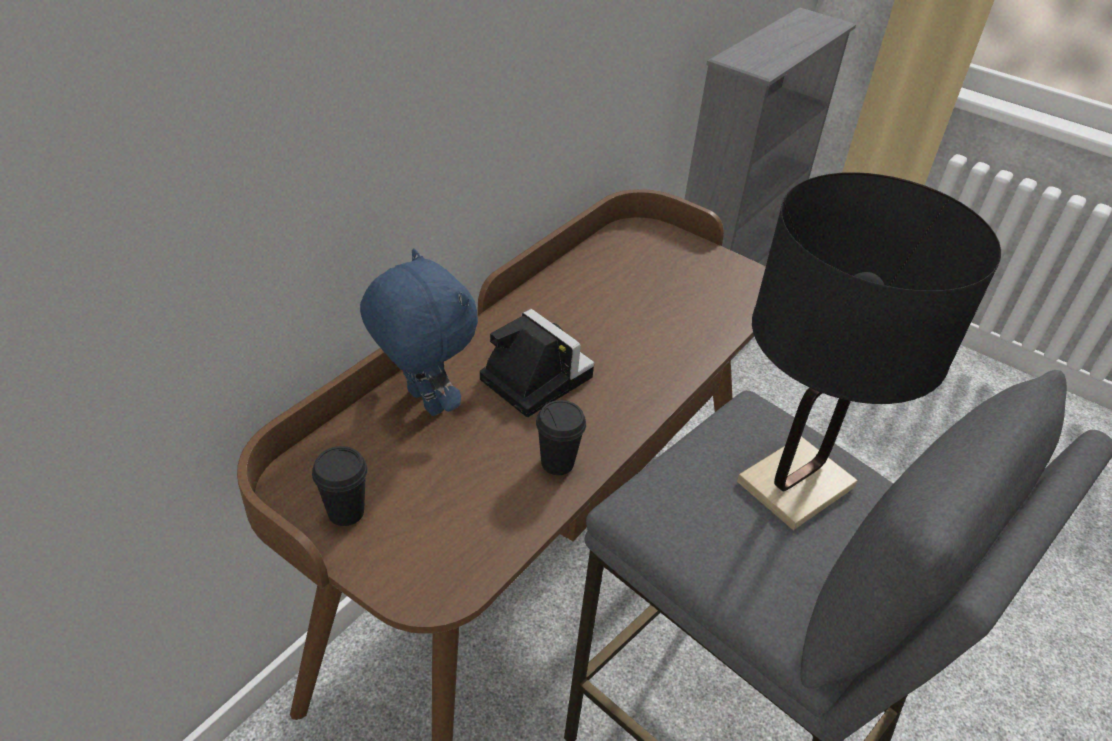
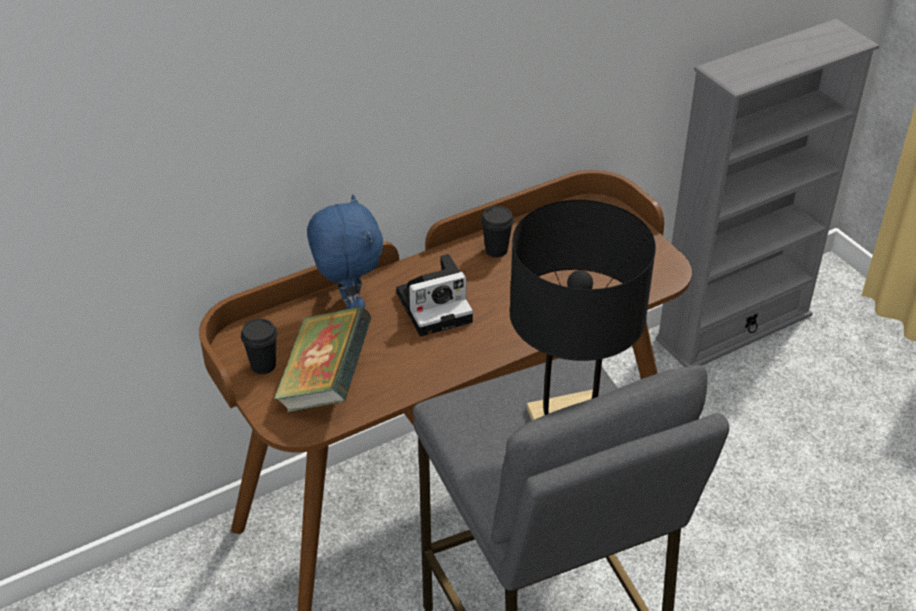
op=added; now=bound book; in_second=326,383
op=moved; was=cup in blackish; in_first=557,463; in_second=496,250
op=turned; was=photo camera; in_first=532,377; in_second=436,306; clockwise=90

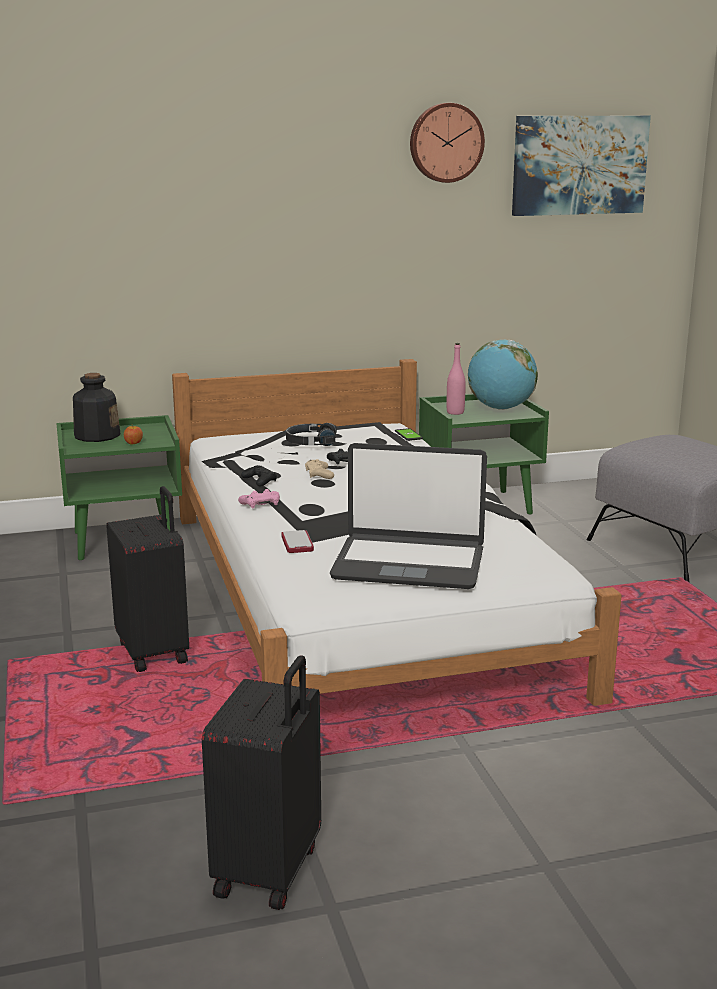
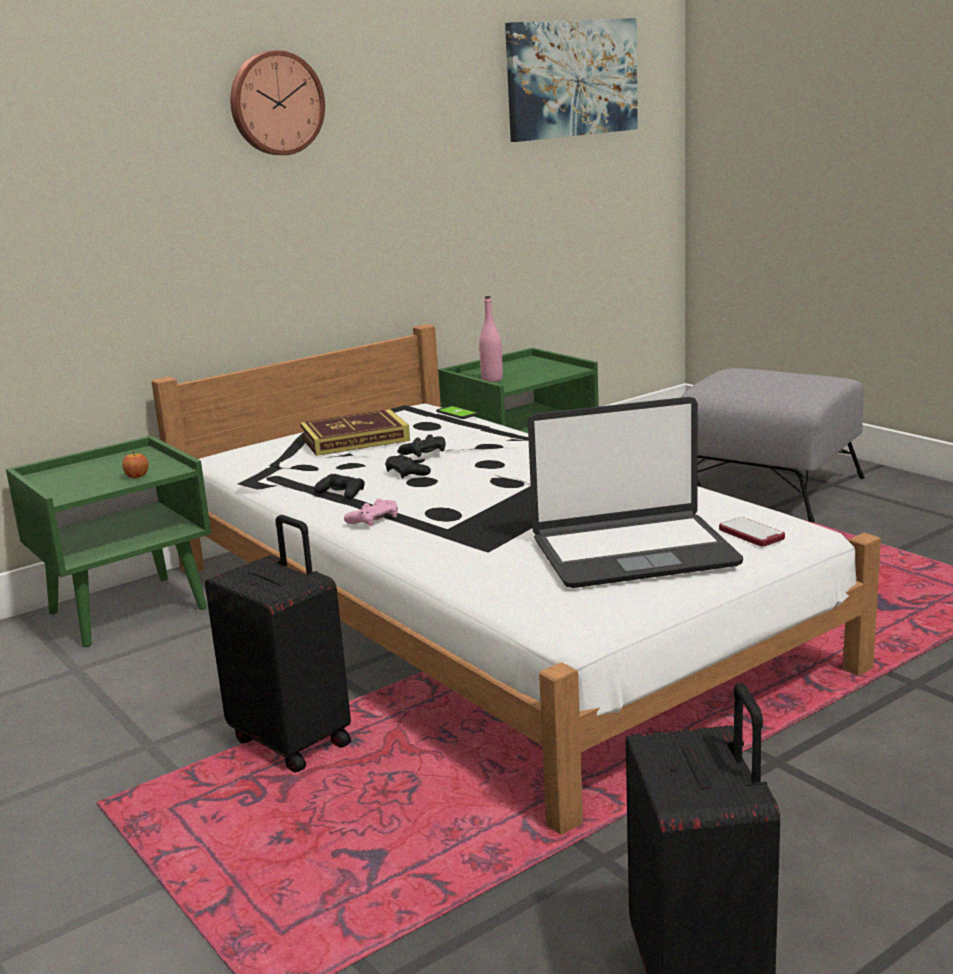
op=removed; was=bottle; in_first=96,436
op=removed; was=globe; in_first=501,408
op=moved; was=telephone; in_first=297,543; in_second=751,534
op=moved; was=hanging clock; in_first=445,142; in_second=275,103
op=replaced; was=headphones in blackish; now=bound book; in_first=311,442; in_second=355,439
op=recoloured; was=joypad in beige-coloured; now=joypad in blackish; in_first=319,474; in_second=407,472

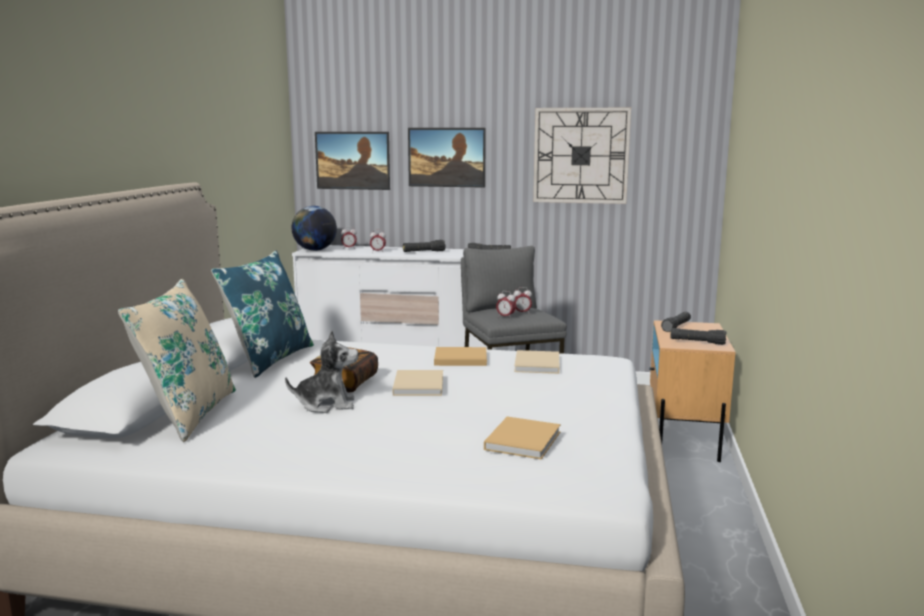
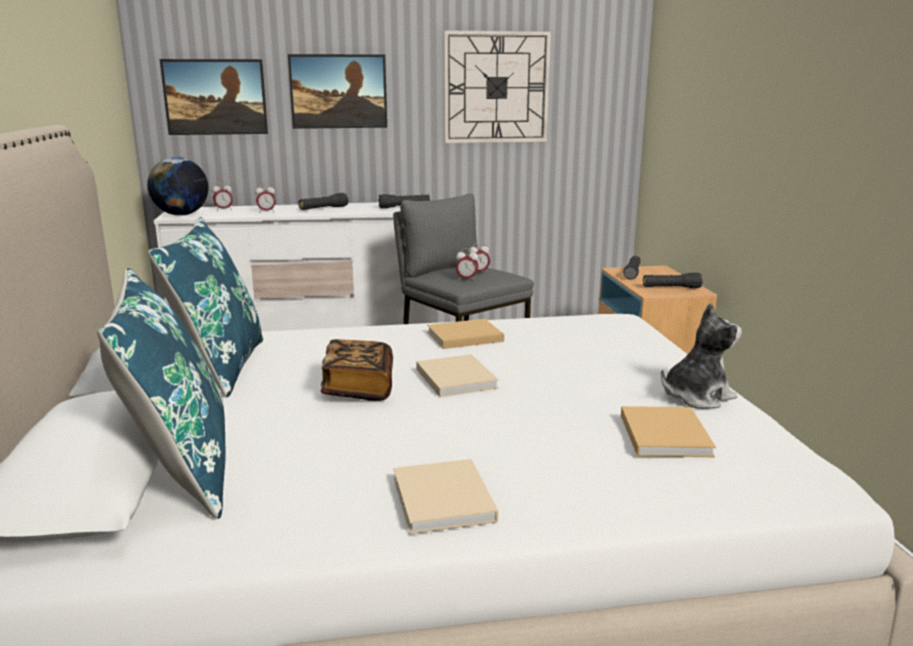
op=moved; was=cuddly toy; in_first=326,404; in_second=696,397
op=moved; was=bound book in beige-coloured; in_first=537,365; in_second=444,501
op=recoloured; was=throw pillow in beige-coloured; now=throw pillow in bluish; in_first=188,414; in_second=181,470

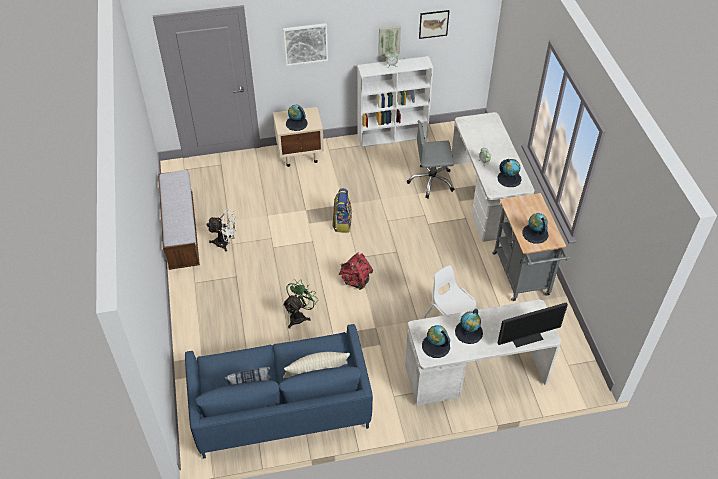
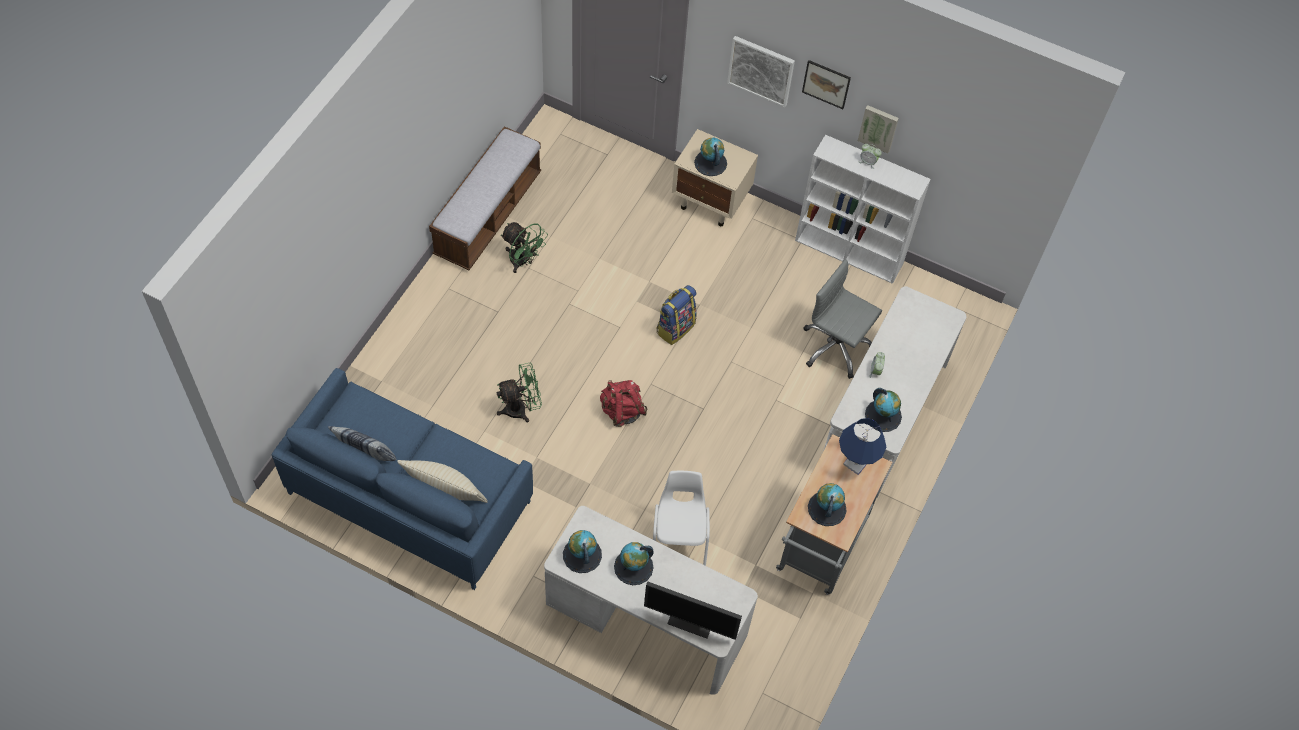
op=added; now=tabletop lamp in bluish; in_second=855,463
op=moved; was=picture; in_first=433,24; in_second=826,84
op=recoloured; was=electric fan in whitish; now=electric fan in green-coloured; in_first=225,243; in_second=523,262

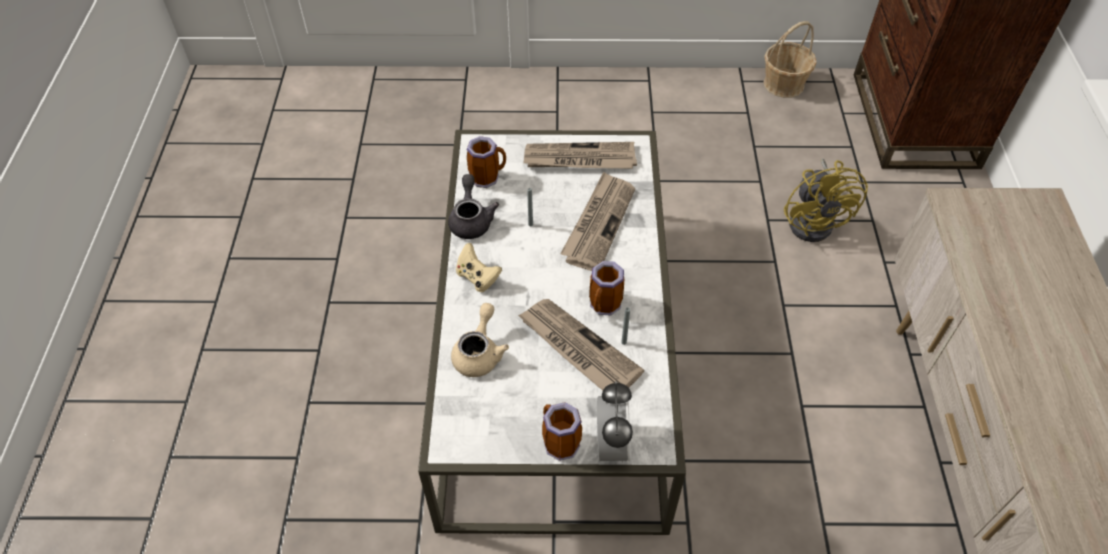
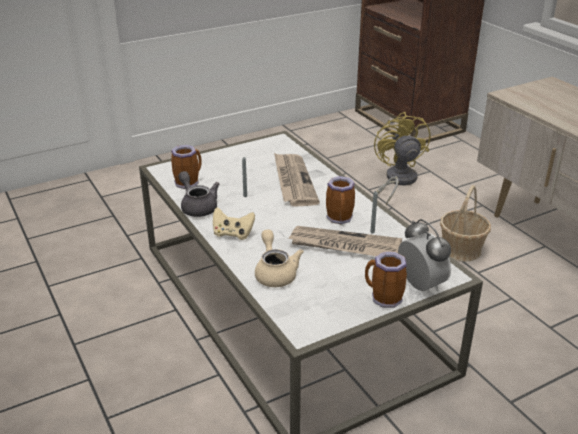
op=removed; was=printed paper; in_first=579,159
op=moved; was=basket; in_first=784,84; in_second=461,249
op=turned; was=electric fan in yellow; in_first=815,221; in_second=397,181; clockwise=-150

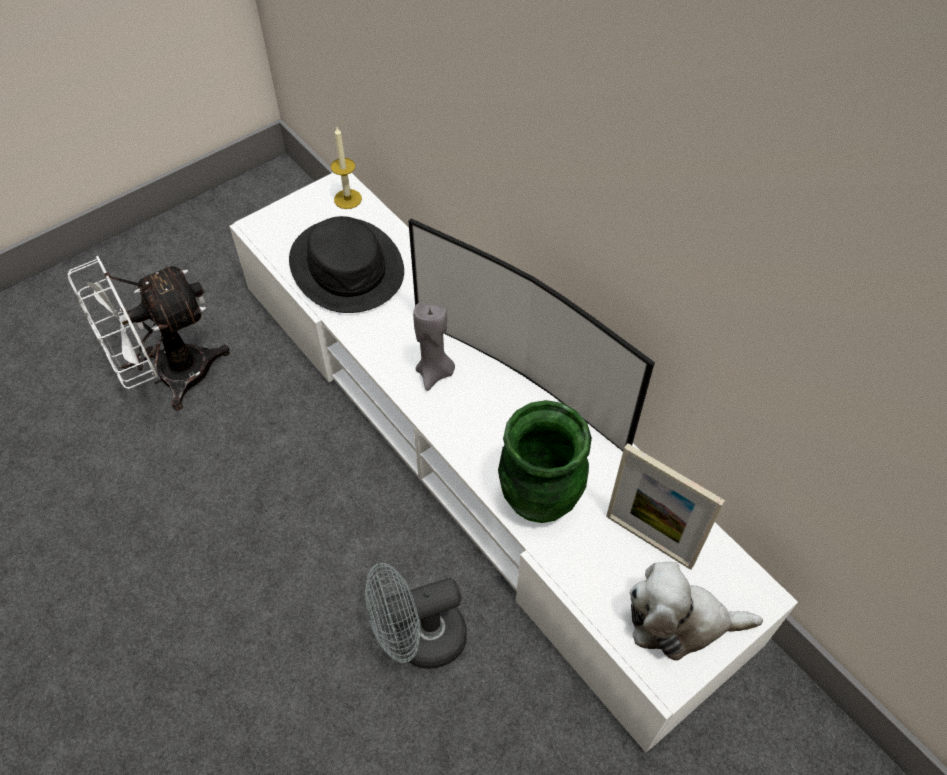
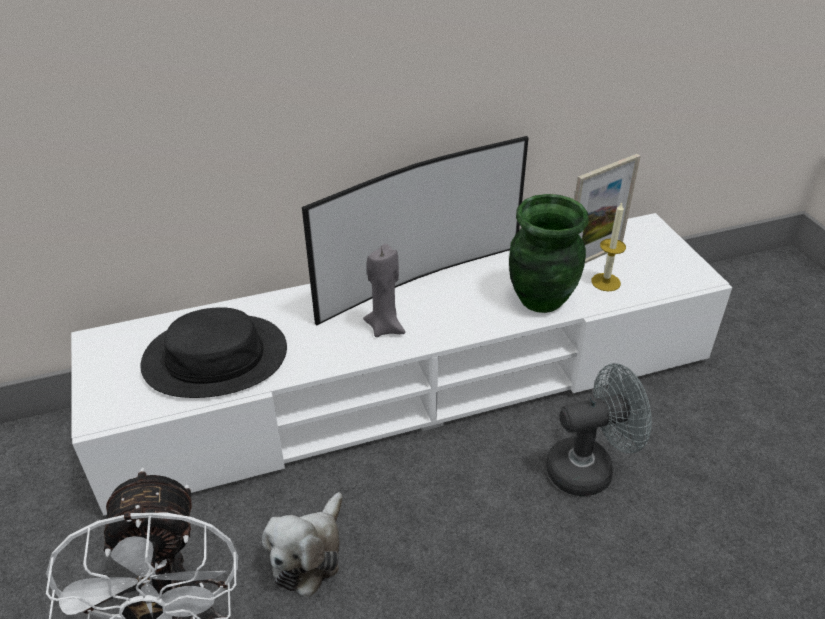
op=moved; was=candle; in_first=348,199; in_second=605,282
op=moved; was=cuddly toy; in_first=680,621; in_second=309,554
op=turned; was=electric fan in greyish; in_first=419,639; in_second=589,468; clockwise=-105

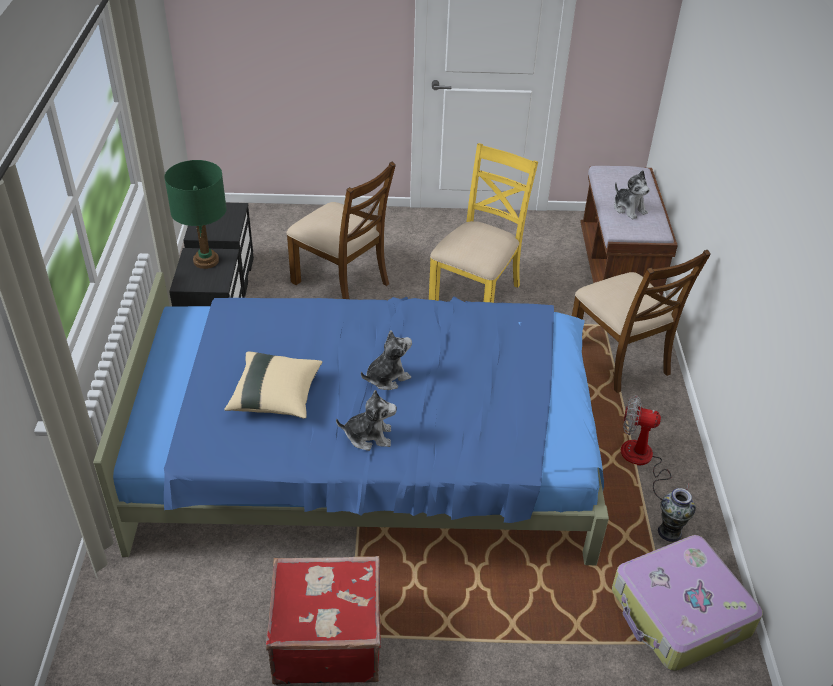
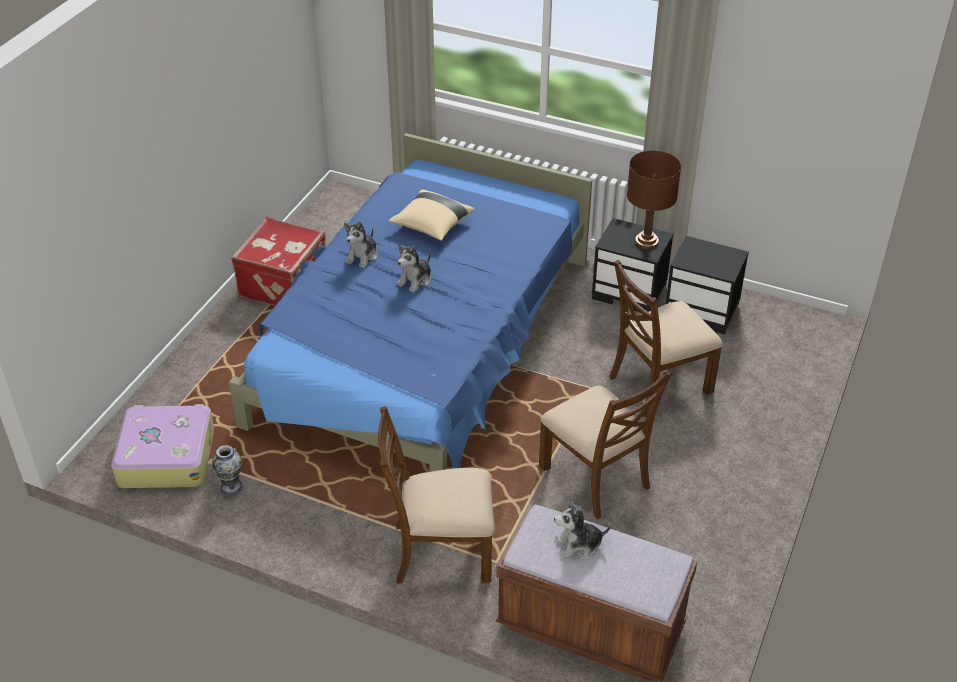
op=removed; was=electric fan; in_first=643,462
op=recoloured; was=tabletop lamp in green-coloured; now=tabletop lamp in brown-coloured; in_first=206,261; in_second=646,242
op=recoloured; was=chair in yellow; now=chair in brown-coloured; in_first=476,294; in_second=596,477
op=turned; was=cuddly toy; in_first=387,378; in_second=415,280; clockwise=45

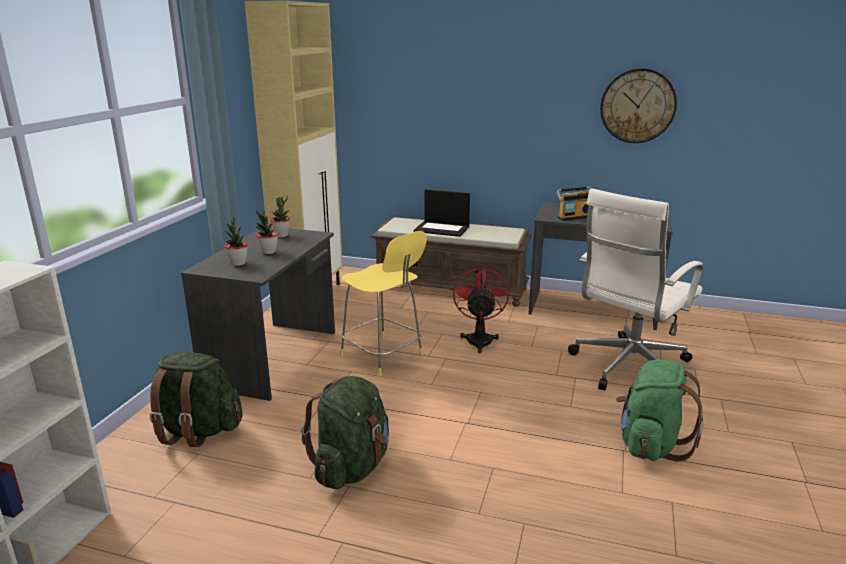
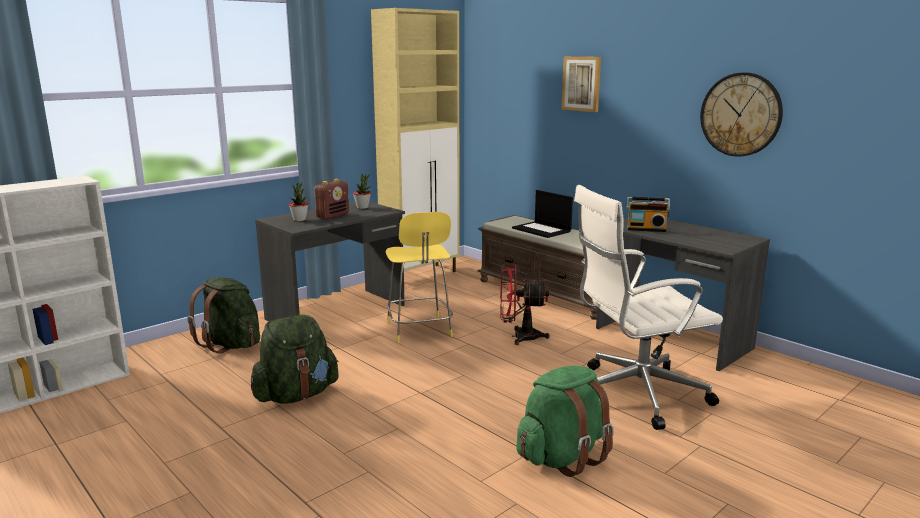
op=added; now=picture; in_second=581,83
op=replaced; was=plant in a pot; now=radio; in_first=268,252; in_second=333,216
op=turned; was=electric fan in red; in_first=479,339; in_second=519,337; clockwise=-120

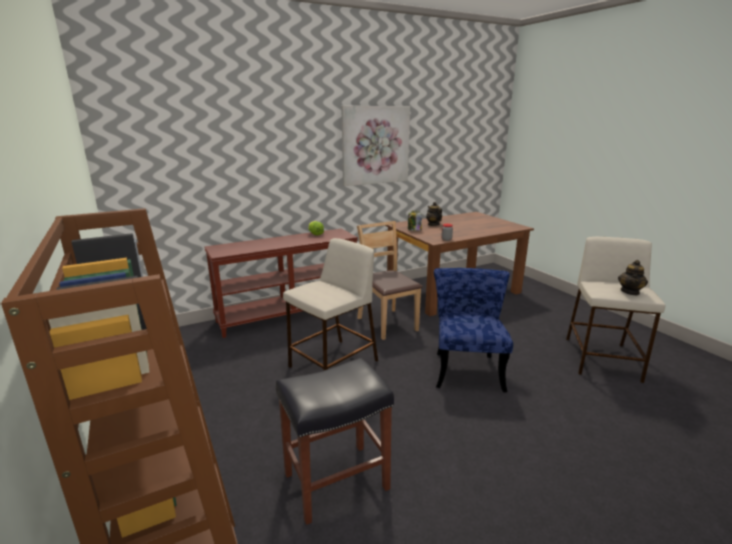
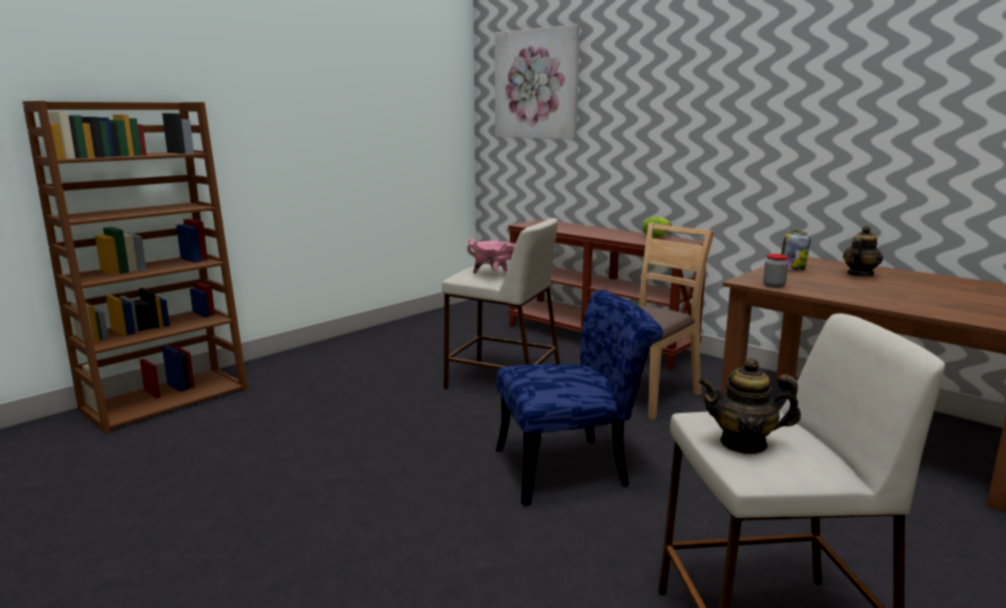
op=removed; was=sitting stool in blackish; in_first=337,480
op=added; now=saucepot in pinkish; in_second=492,274
op=moved; was=picture; in_first=375,145; in_second=536,84

